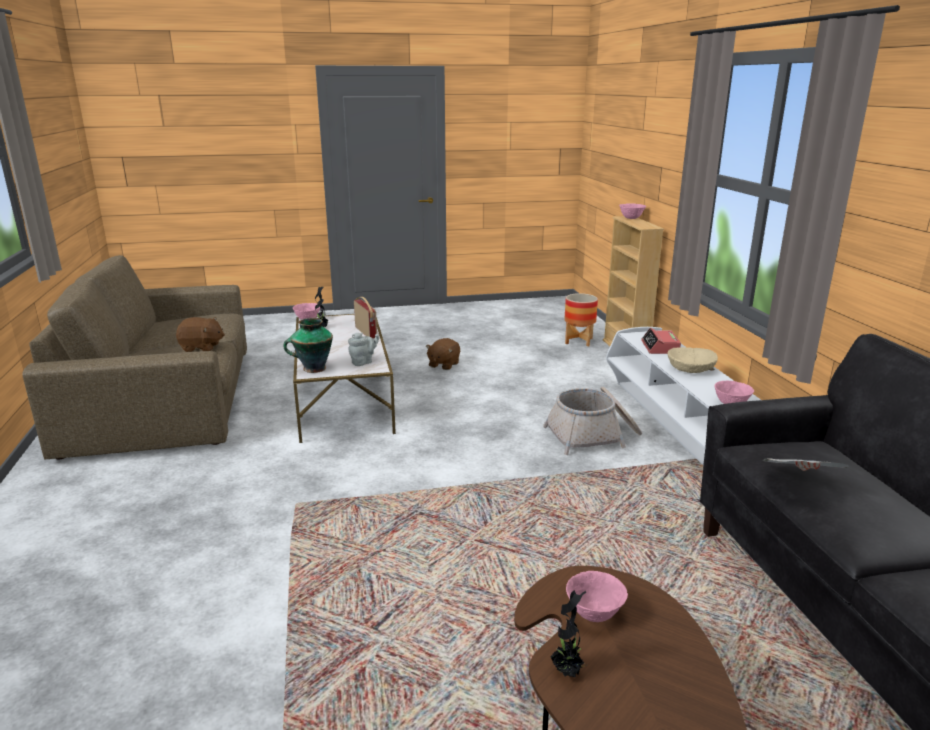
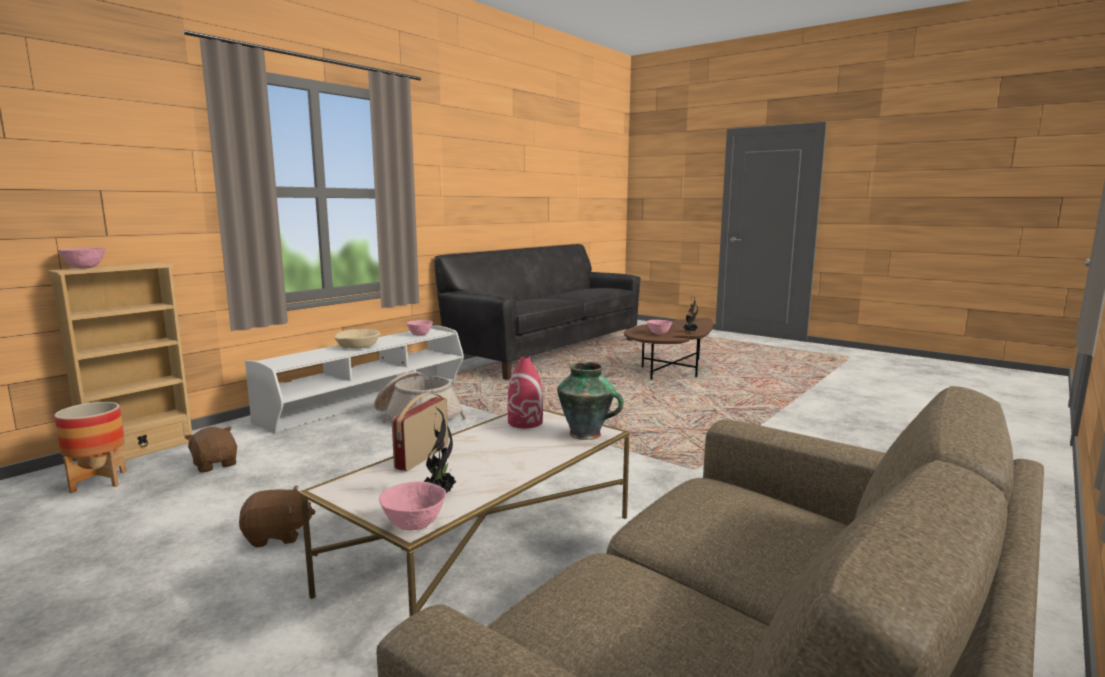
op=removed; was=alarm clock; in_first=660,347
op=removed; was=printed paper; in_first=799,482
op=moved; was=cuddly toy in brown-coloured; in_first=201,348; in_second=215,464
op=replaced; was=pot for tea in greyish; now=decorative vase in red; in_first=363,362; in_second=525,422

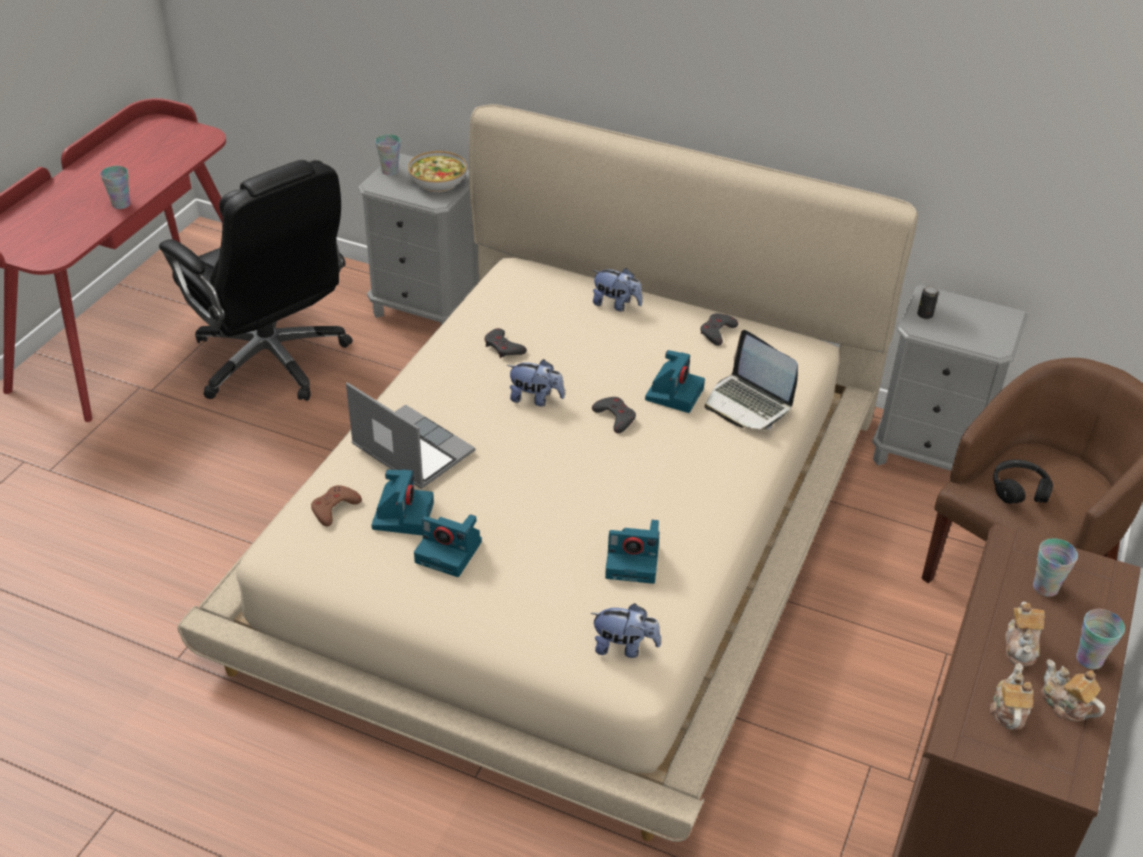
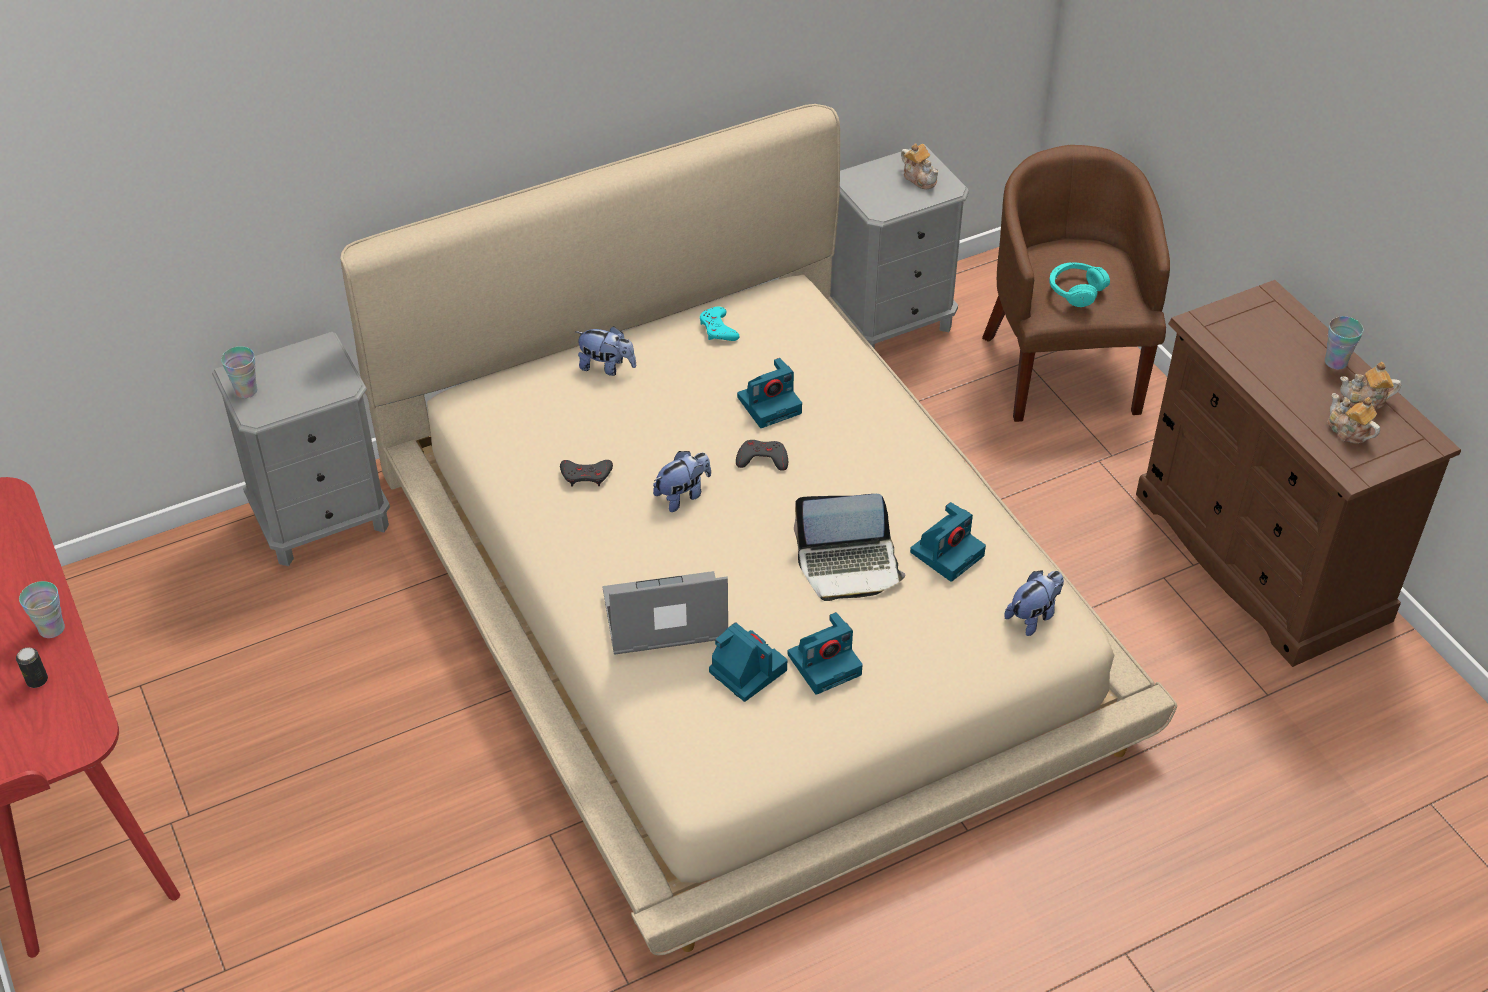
op=removed; was=office chair in blackish; in_first=272,360
op=removed; was=joypad in brown-coloured; in_first=334,508
op=removed; was=deep dish; in_first=437,182
op=removed; was=cup; in_first=1045,587
op=moved; was=notebook computer; in_first=748,404; in_second=849,566
op=moved; was=sealed can; in_first=925,315; in_second=37,680
op=moved; was=pot for tea; in_first=1021,646; in_second=919,178
op=recoloured; was=joypad in greyish; now=joypad in turquoise-coloured; in_first=717,332; in_second=718,329
op=recoloured; was=headphones in blackish; now=headphones in turquoise-coloured; in_first=1019,489; in_second=1076,290
op=turned; was=cuddly toy; in_first=616,304; in_second=607,367; clockwise=45
op=turned; was=photo camera; in_first=674,393; in_second=770,404; clockwise=90

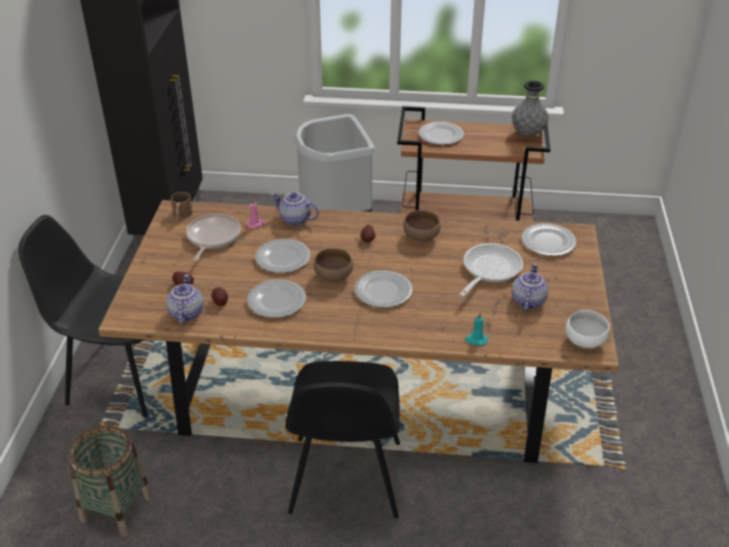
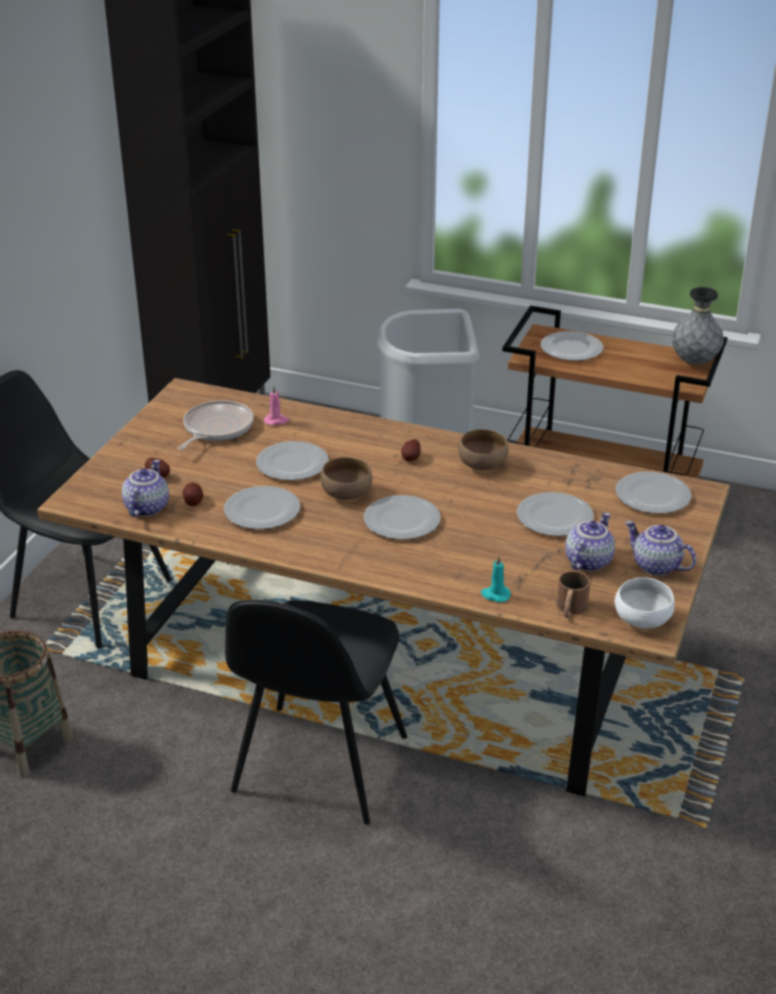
op=moved; was=tea mug in brown-coloured; in_first=181,216; in_second=570,609
op=moved; was=pot for tea; in_first=294,220; in_second=655,566
op=replaced; was=skillet; now=dinner plate; in_first=489,270; in_second=553,517

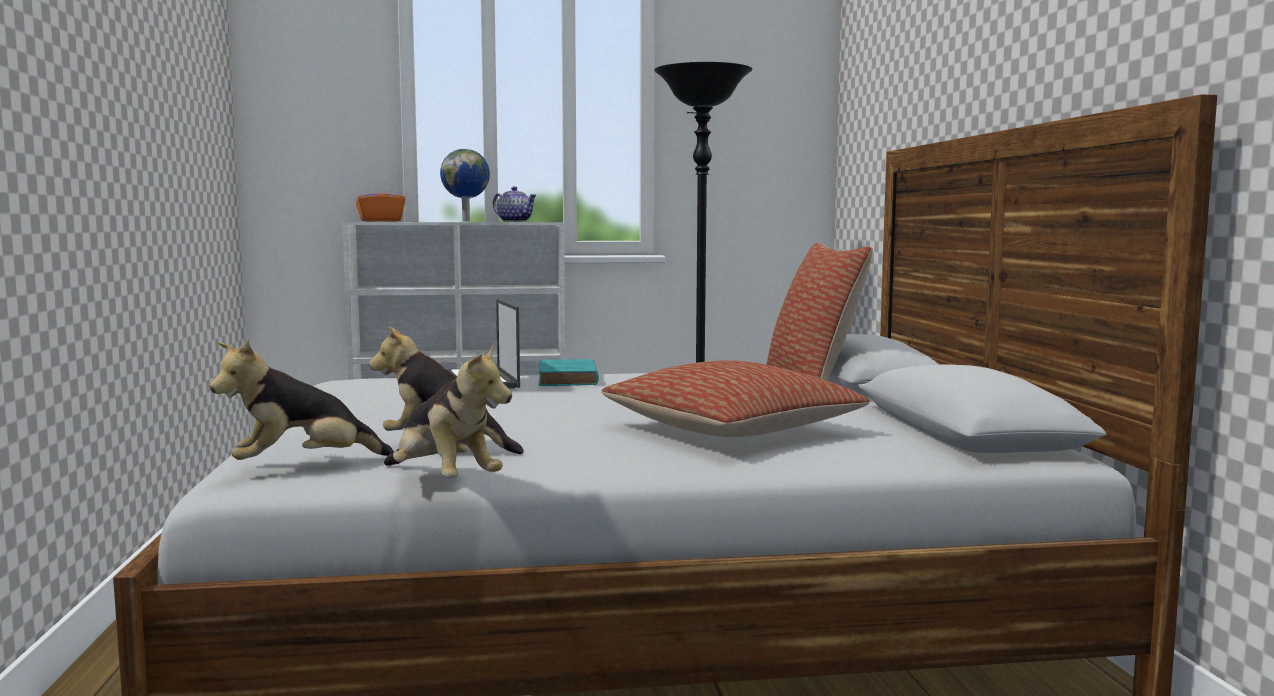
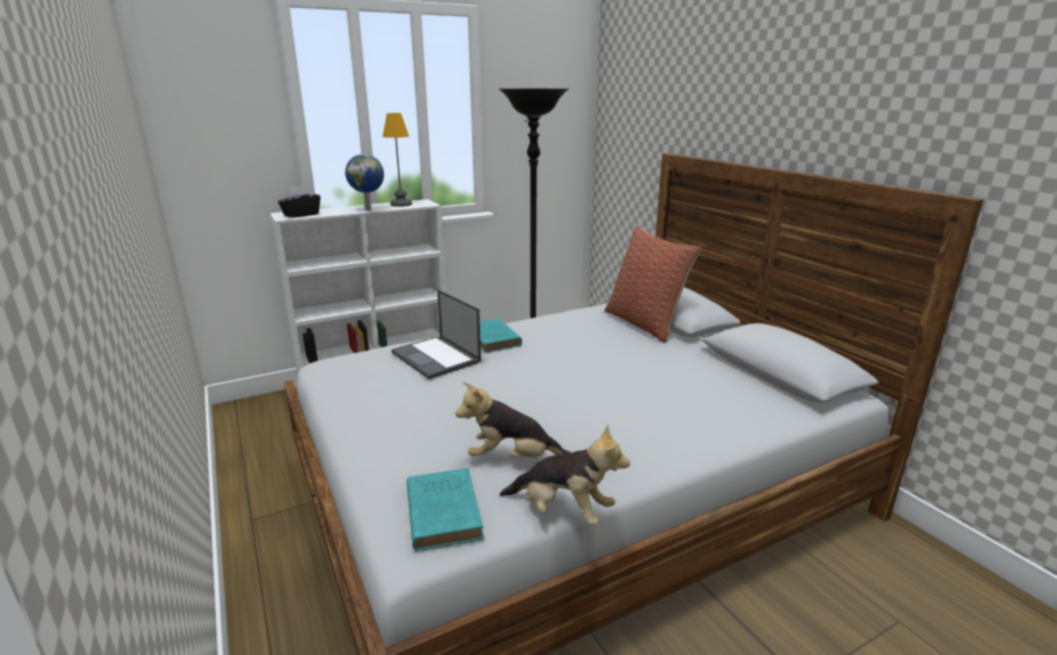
op=removed; was=throw pillow; in_first=732,430
op=replaced; was=cuddly toy; now=bound book in turquoise-coloured; in_first=302,466; in_second=443,511
op=replaced; was=pot for tea; now=tabletop lamp; in_first=515,221; in_second=401,204
op=recoloured; was=tissue box in orangey; now=tissue box in blackish; in_first=380,221; in_second=301,215

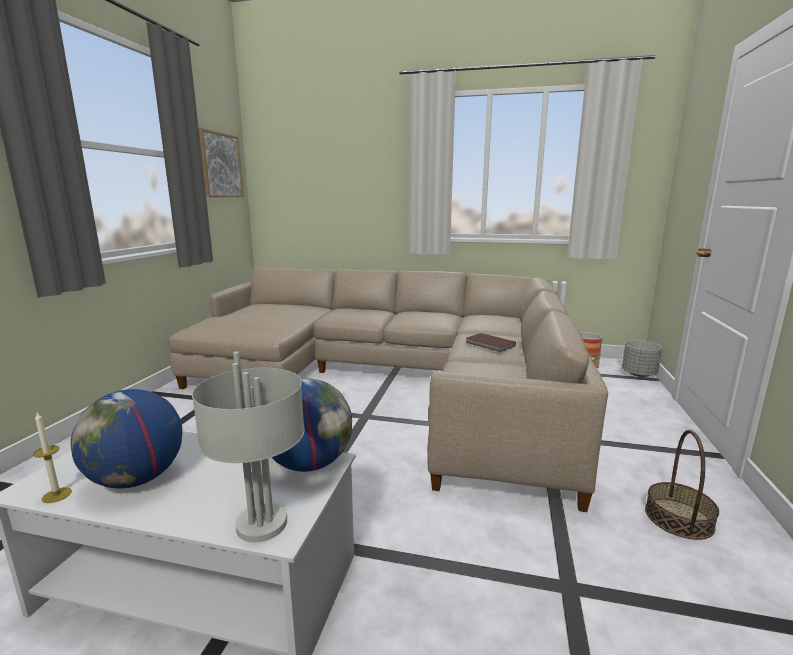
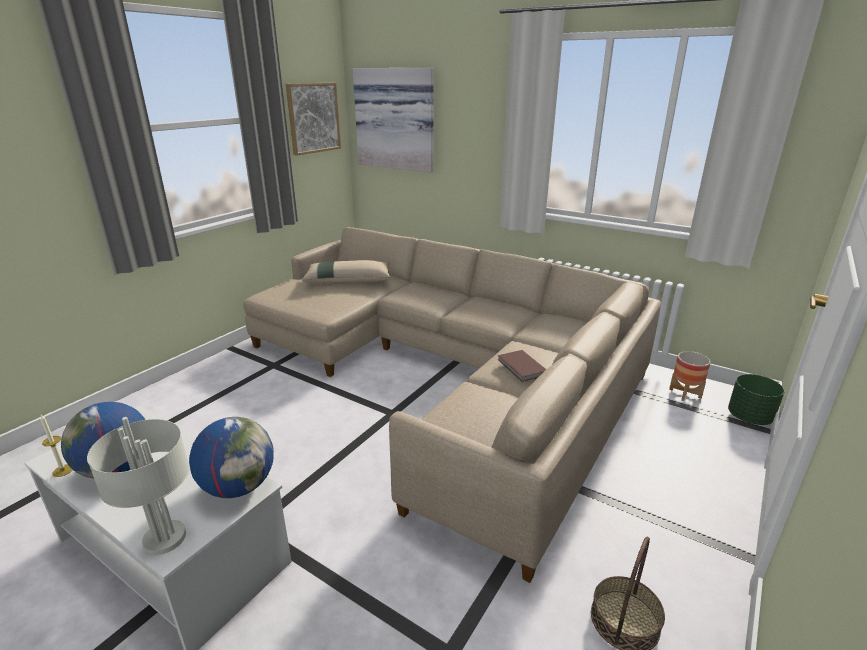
op=added; now=throw pillow in beige-coloured; in_second=348,279
op=added; now=picture; in_second=396,119
op=recoloured; was=planter in greyish; now=planter in green-coloured; in_first=638,374; in_second=748,417

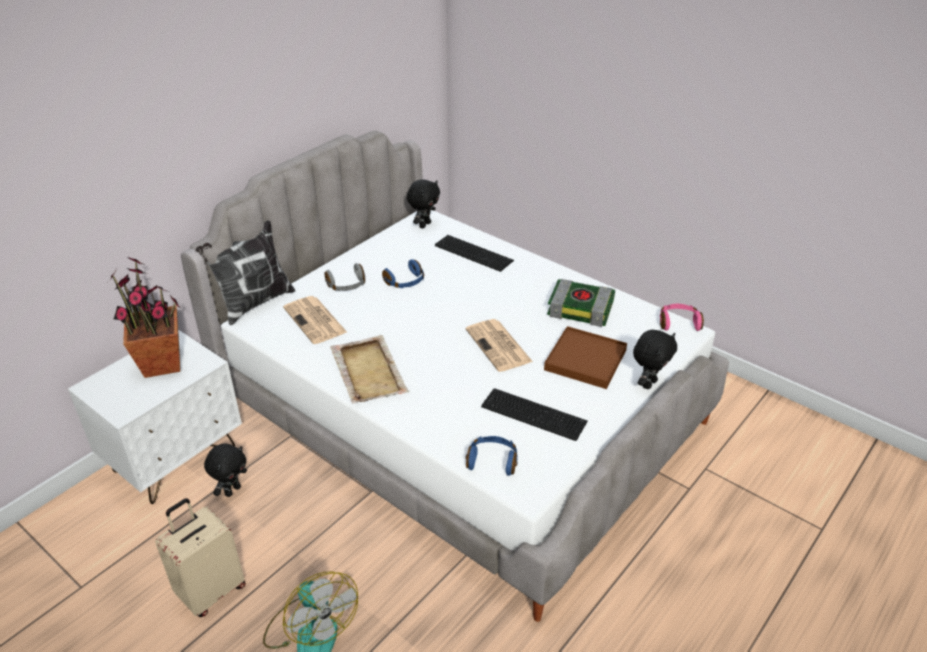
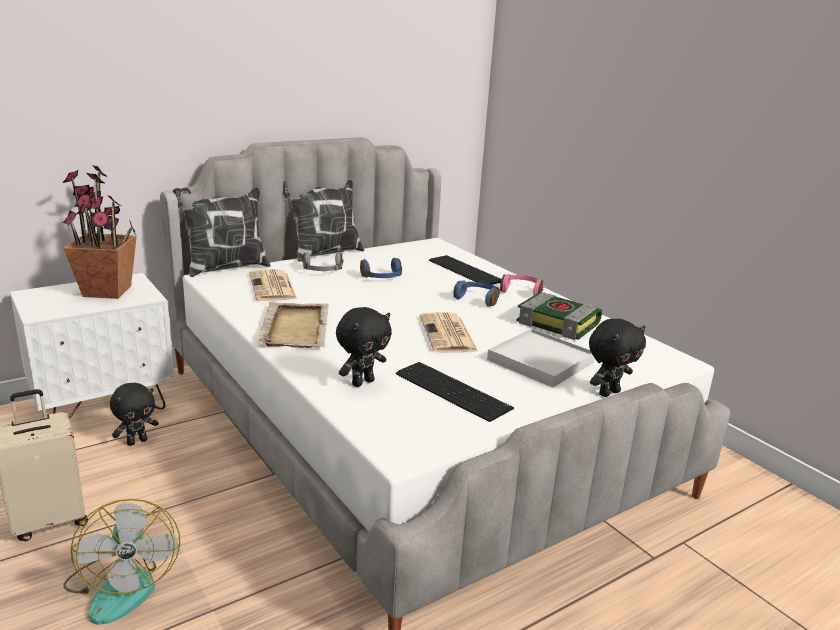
op=added; now=throw pillow; in_second=324,253
op=moved; was=cuddly toy in blackish; in_first=424,225; in_second=362,382
op=moved; was=headphones in bluish; in_first=492,461; in_second=478,299
op=moved; was=headphones in pinkish; in_first=678,323; in_second=522,291
op=recoloured; was=serving tray in brown-coloured; now=serving tray in whitish; in_first=585,360; in_second=541,361

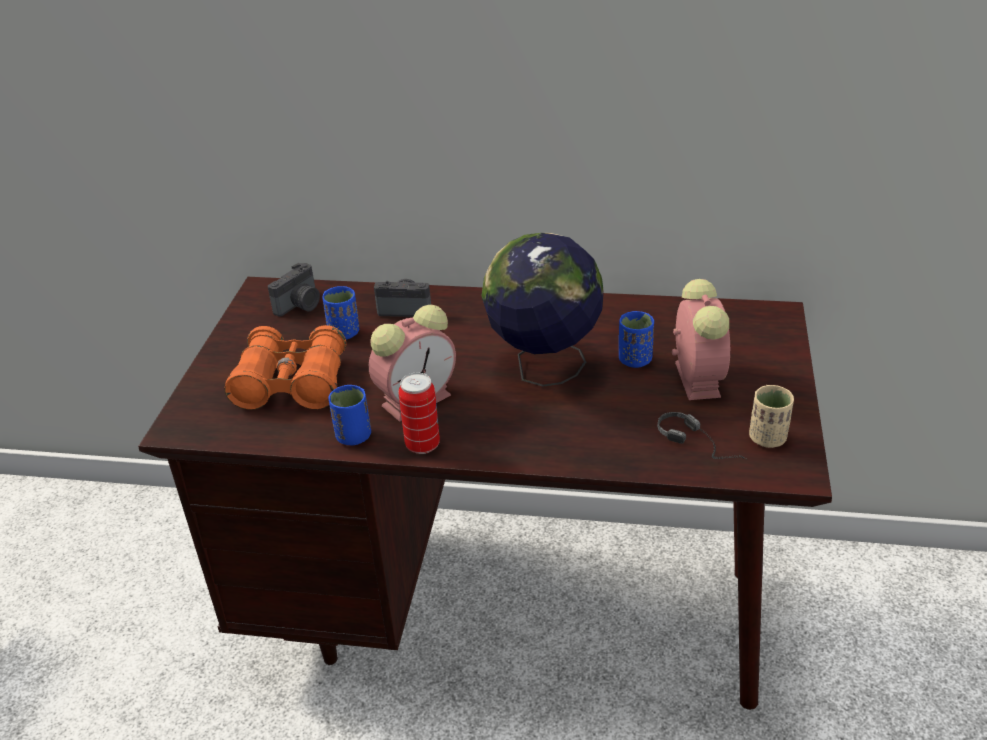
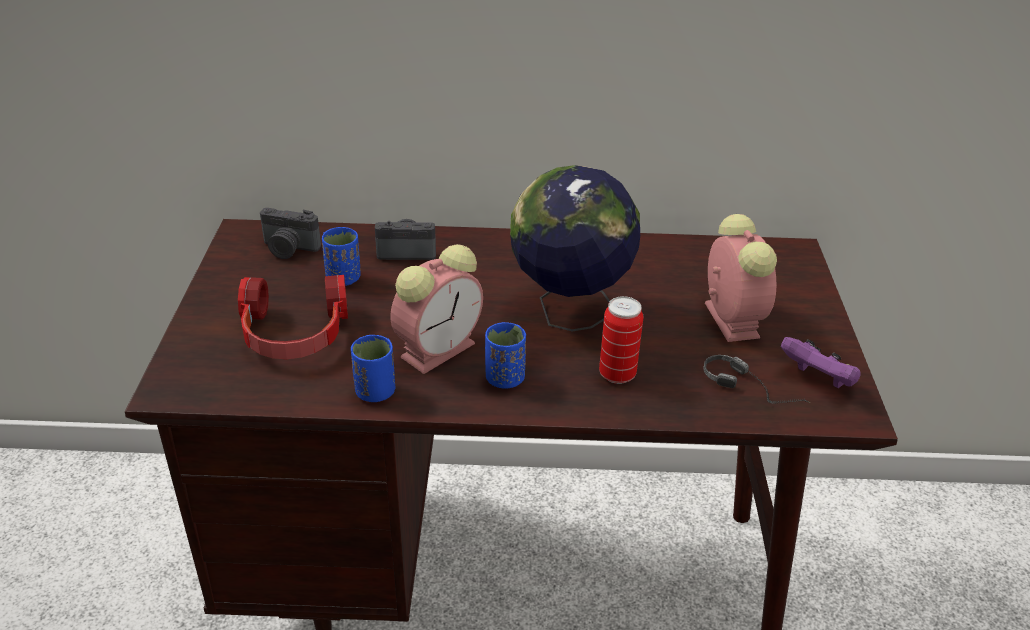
op=moved; was=sealed can; in_first=422,445; in_second=617,374
op=moved; was=cup in bluish; in_first=635,360; in_second=504,379
op=replaced; was=pair of binoculars in orangey; now=headphones; in_first=292,384; in_second=294,335
op=replaced; was=cup in beige-coloured; now=joypad in purple; in_first=767,438; in_second=818,380
op=turned; was=photo camera; in_first=300,305; in_second=289,249; clockwise=75

